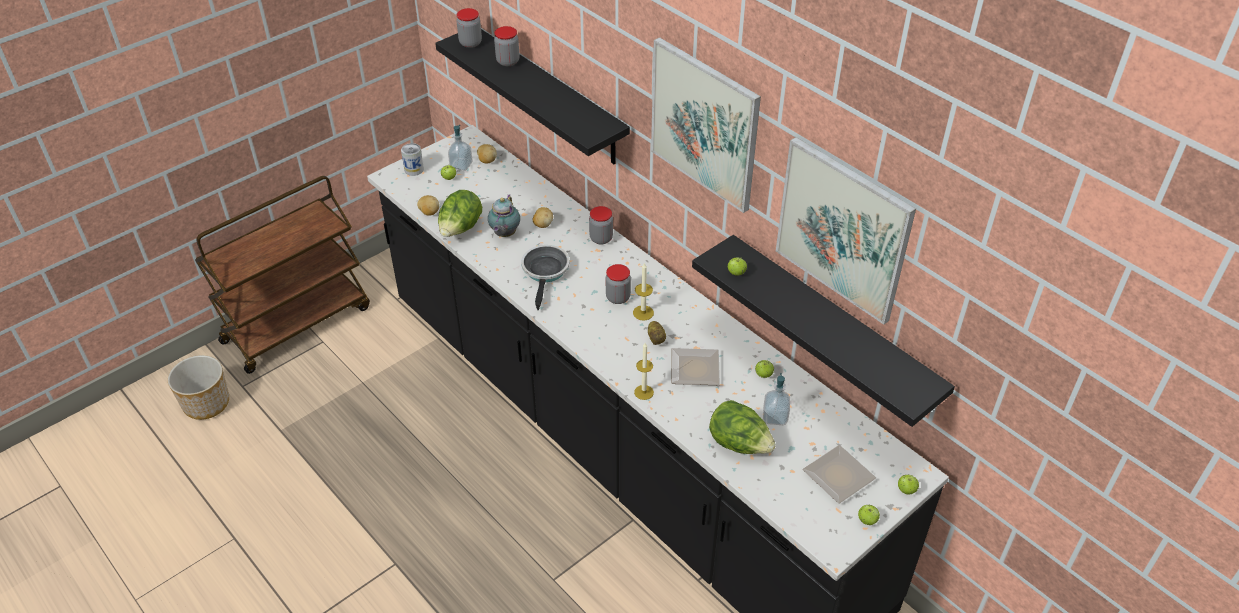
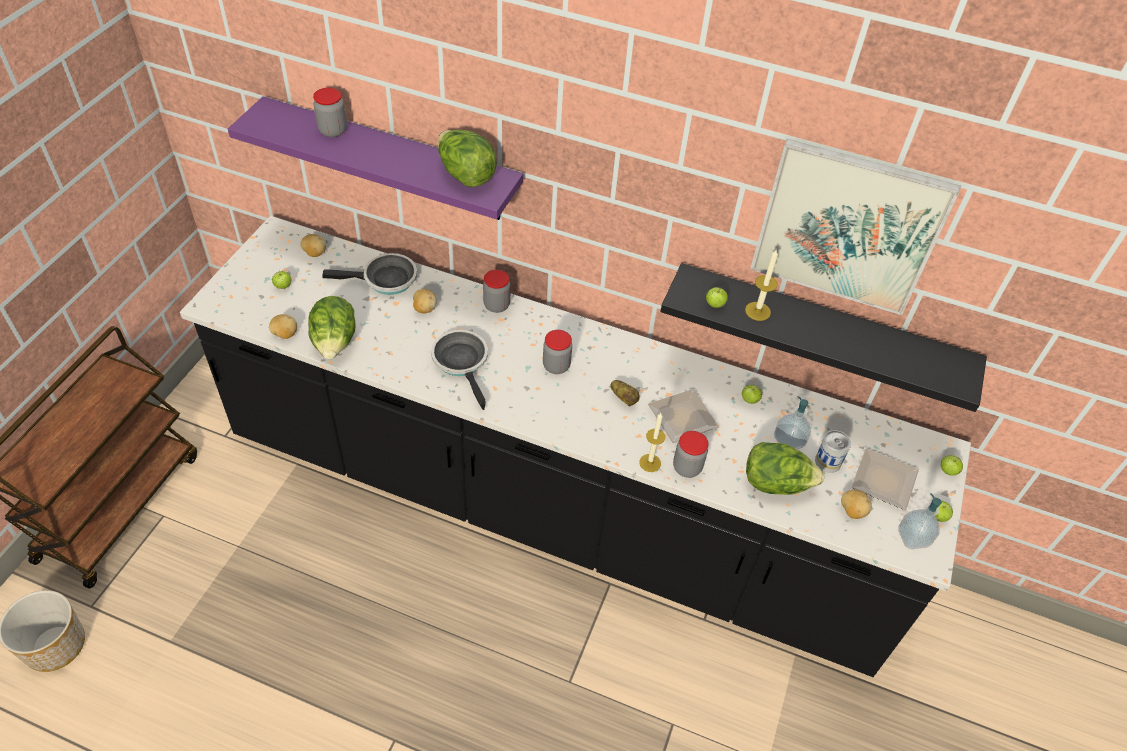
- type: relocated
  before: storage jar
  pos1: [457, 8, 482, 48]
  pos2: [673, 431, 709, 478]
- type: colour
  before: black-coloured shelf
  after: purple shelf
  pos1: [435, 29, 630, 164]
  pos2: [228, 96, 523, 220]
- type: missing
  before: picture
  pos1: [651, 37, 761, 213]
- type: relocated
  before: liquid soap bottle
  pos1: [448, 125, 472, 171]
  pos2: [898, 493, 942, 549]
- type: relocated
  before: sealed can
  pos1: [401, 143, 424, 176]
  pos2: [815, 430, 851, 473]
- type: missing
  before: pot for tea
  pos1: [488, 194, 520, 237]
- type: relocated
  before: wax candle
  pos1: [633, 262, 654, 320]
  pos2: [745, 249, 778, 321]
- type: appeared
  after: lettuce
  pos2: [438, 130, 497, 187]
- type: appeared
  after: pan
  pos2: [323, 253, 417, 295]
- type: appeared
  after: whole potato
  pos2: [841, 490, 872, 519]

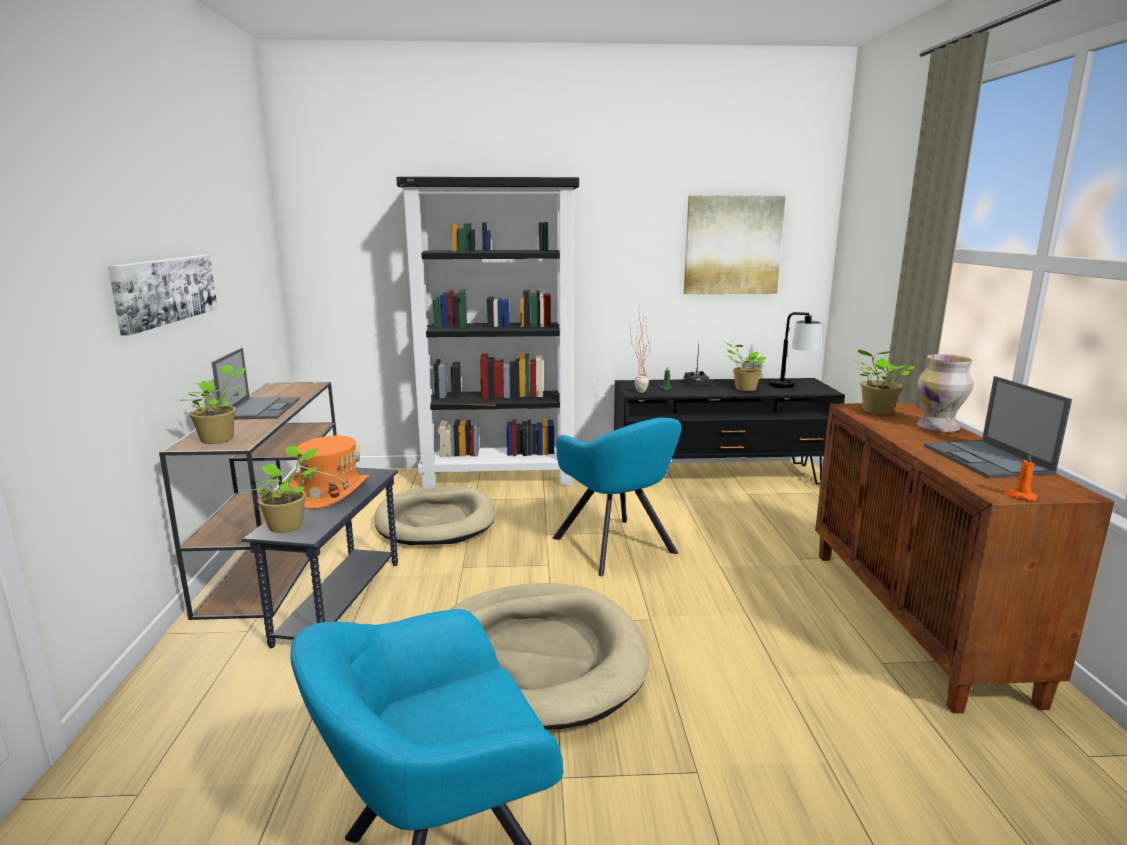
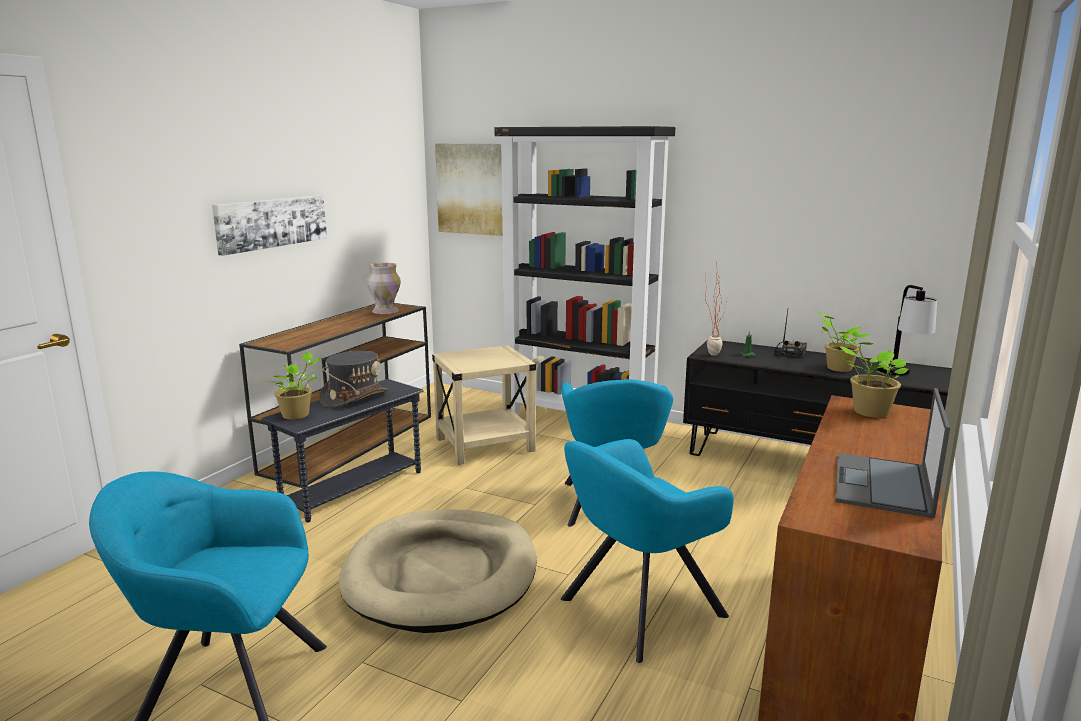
- type: relocated
  before: picture
  pos1: [684, 196, 786, 294]
  pos2: [435, 143, 503, 236]
- type: missing
  before: portable computer
  pos1: [212, 348, 300, 419]
- type: relocated
  before: decorative vase
  pos1: [917, 354, 974, 432]
  pos2: [367, 263, 401, 314]
- type: missing
  before: potted plant
  pos1: [189, 365, 247, 444]
- type: colour
  before: orange-coloured wearable hat
  after: greyish wearable hat
  pos1: [289, 435, 370, 509]
  pos2: [319, 351, 389, 408]
- type: missing
  before: orange-coloured wax candle
  pos1: [1003, 453, 1037, 500]
- type: exchanged
  before: sand-coloured dog cushion
  after: sand-coloured end table
  pos1: [374, 487, 495, 545]
  pos2: [432, 345, 536, 465]
- type: appeared
  after: turquoise-coloured easy chair
  pos2: [561, 439, 734, 663]

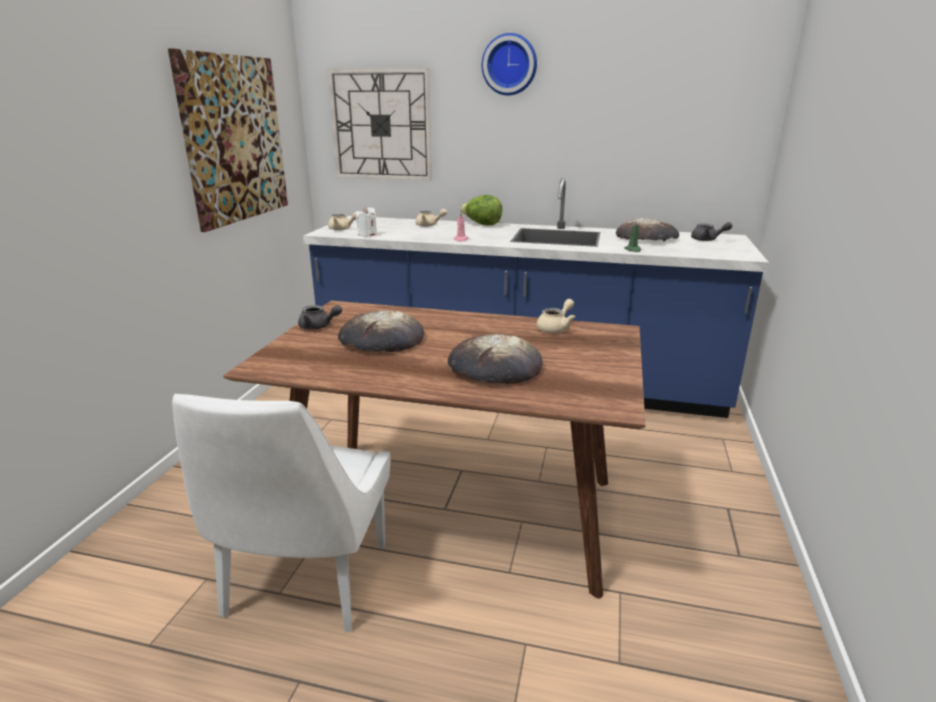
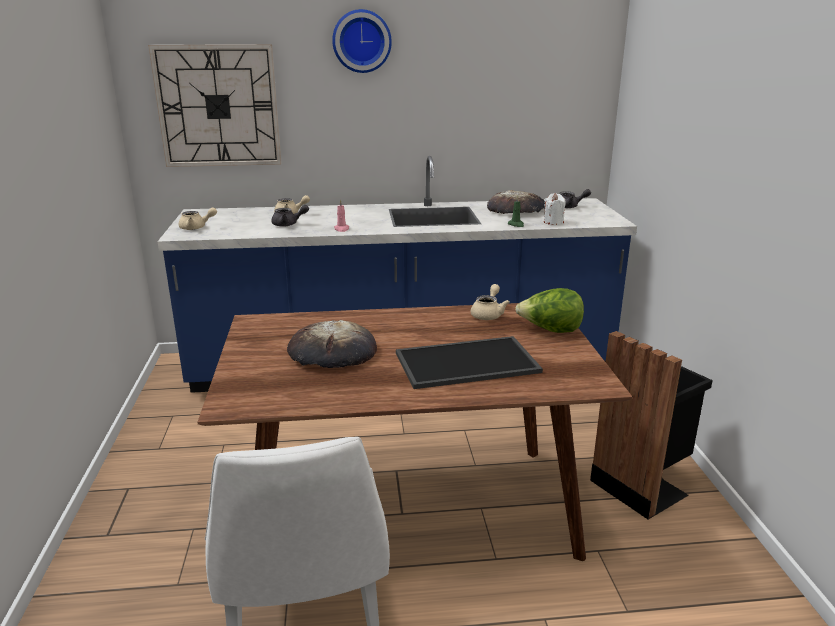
- type: missing
  before: picture
  pos1: [168, 48, 288, 232]
- type: relocated
  before: lettuce
  pos1: [460, 195, 502, 225]
  pos2: [515, 288, 584, 333]
- type: relocated
  before: white-coloured wax candle
  pos1: [356, 207, 377, 236]
  pos2: [544, 193, 565, 225]
- type: relocated
  before: greyish pot for tea
  pos1: [298, 305, 342, 330]
  pos2: [271, 205, 309, 227]
- type: exchanged
  before: baked bread
  after: tray
  pos1: [448, 334, 543, 384]
  pos2: [396, 336, 543, 389]
- type: appeared
  after: black-coloured rubbish bin
  pos2: [590, 331, 713, 519]

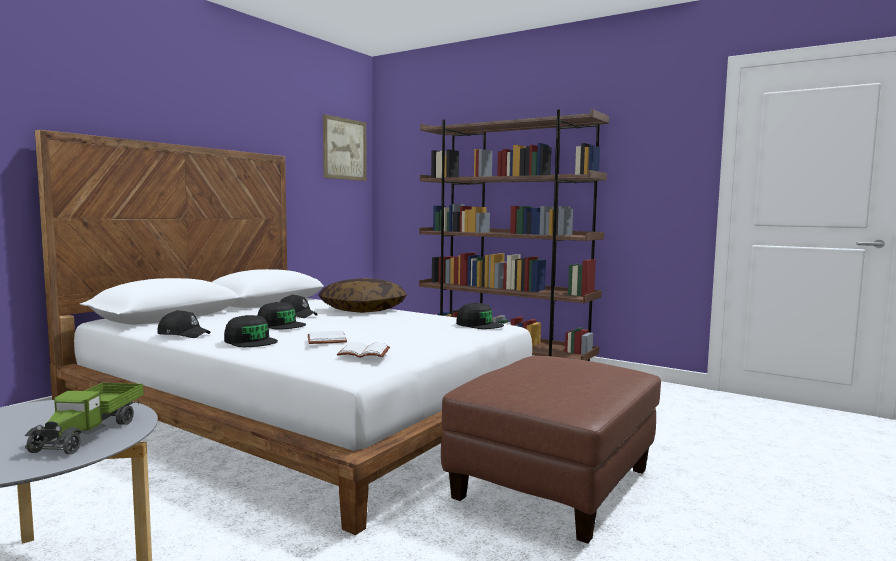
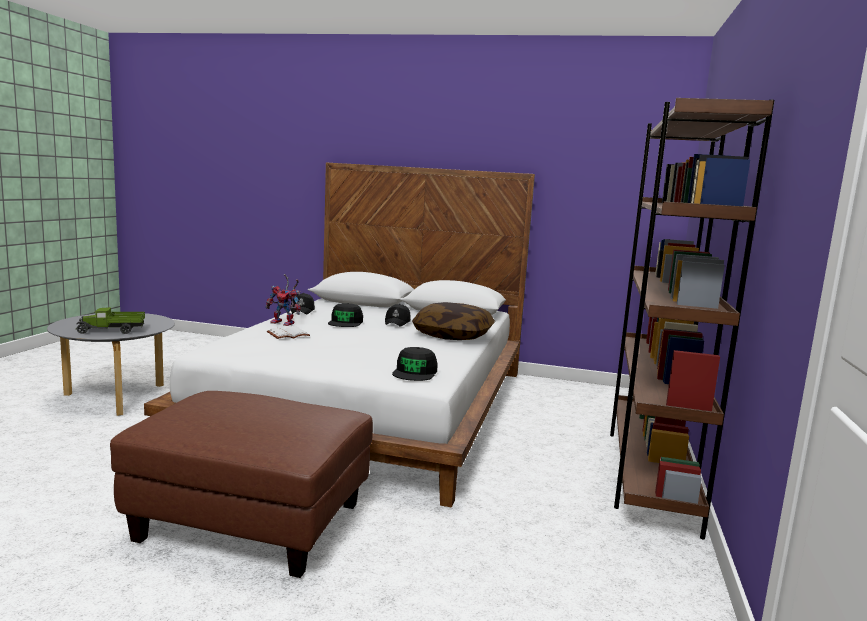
- type: missing
  before: picture
  pos1: [323, 114, 366, 181]
- type: exchanged
  before: black-coloured peaked cap
  after: robot figure
  pos1: [224, 315, 278, 347]
  pos2: [265, 274, 300, 326]
- type: missing
  before: white-coloured book
  pos1: [337, 342, 390, 358]

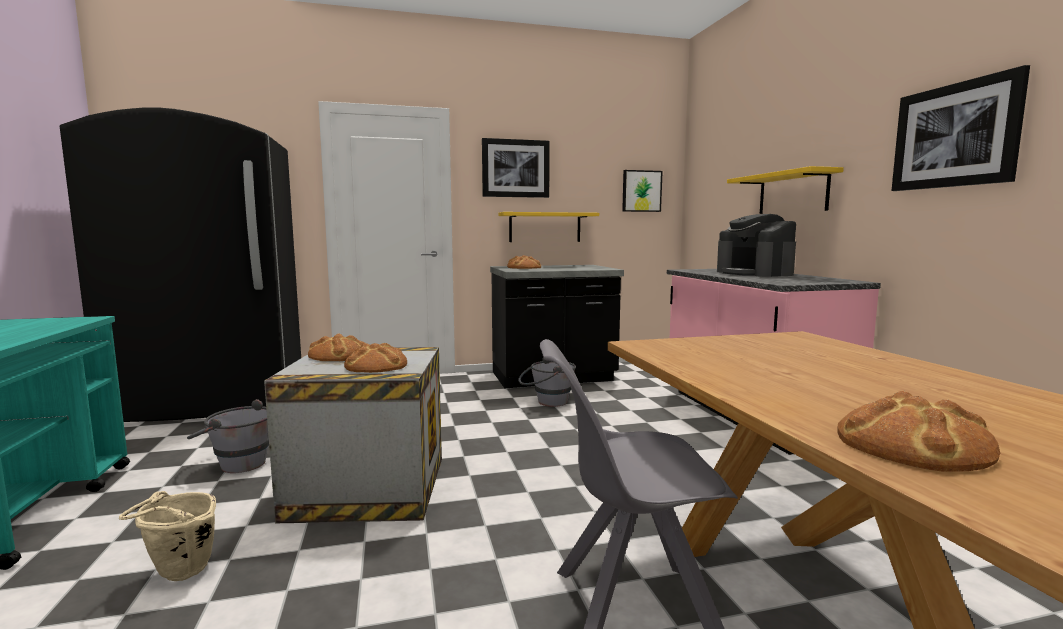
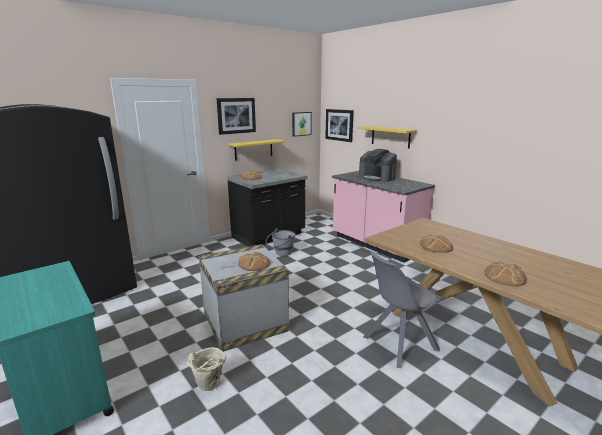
- type: relocated
  before: picture
  pos1: [891, 65, 1030, 191]
  pos2: [325, 109, 354, 142]
- type: relocated
  before: baked bread
  pos1: [308, 333, 365, 361]
  pos2: [420, 235, 453, 253]
- type: missing
  before: greyish water bucket
  pos1: [187, 399, 269, 473]

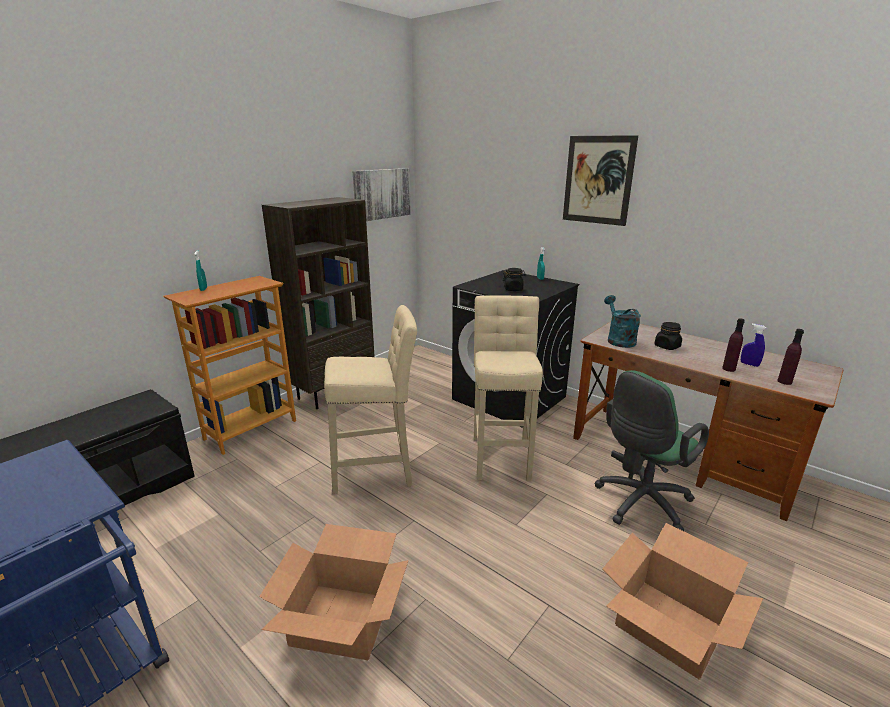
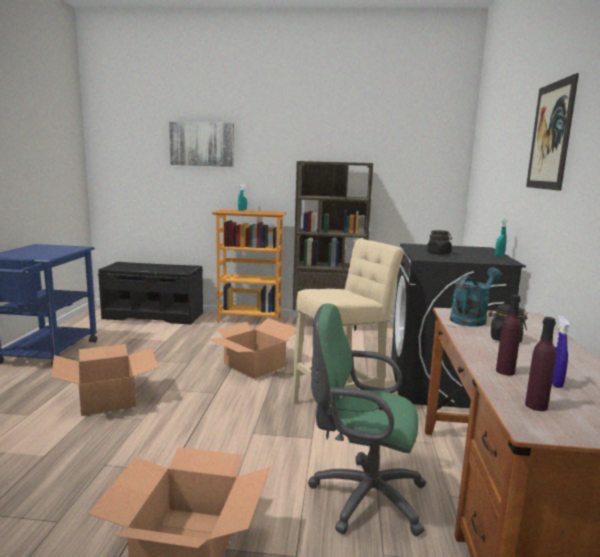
- type: relocated
  before: picture
  pos1: [353, 168, 411, 221]
  pos2: [169, 122, 234, 167]
- type: exchanged
  before: sand-coloured stool
  after: cardboard box
  pos1: [324, 305, 417, 494]
  pos2: [209, 318, 296, 379]

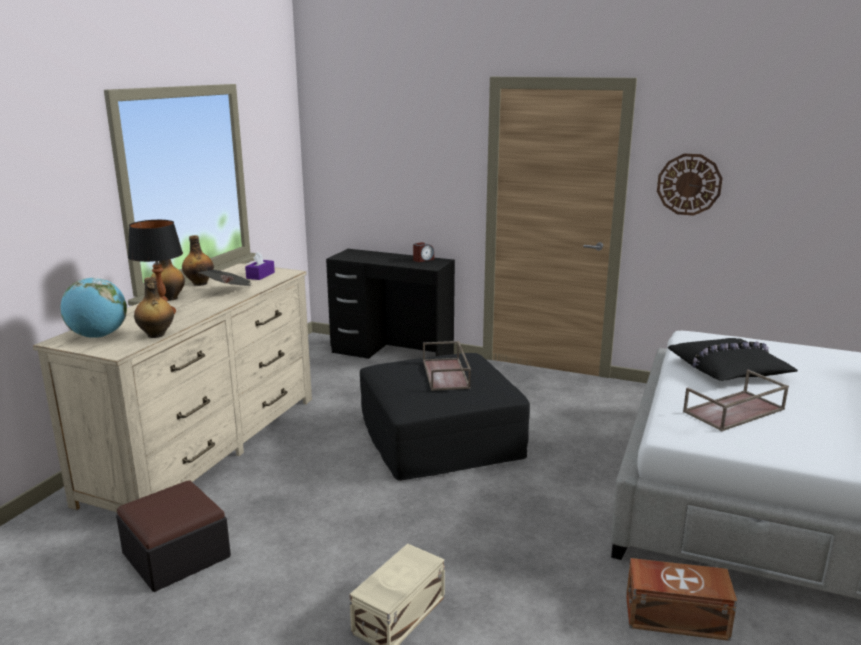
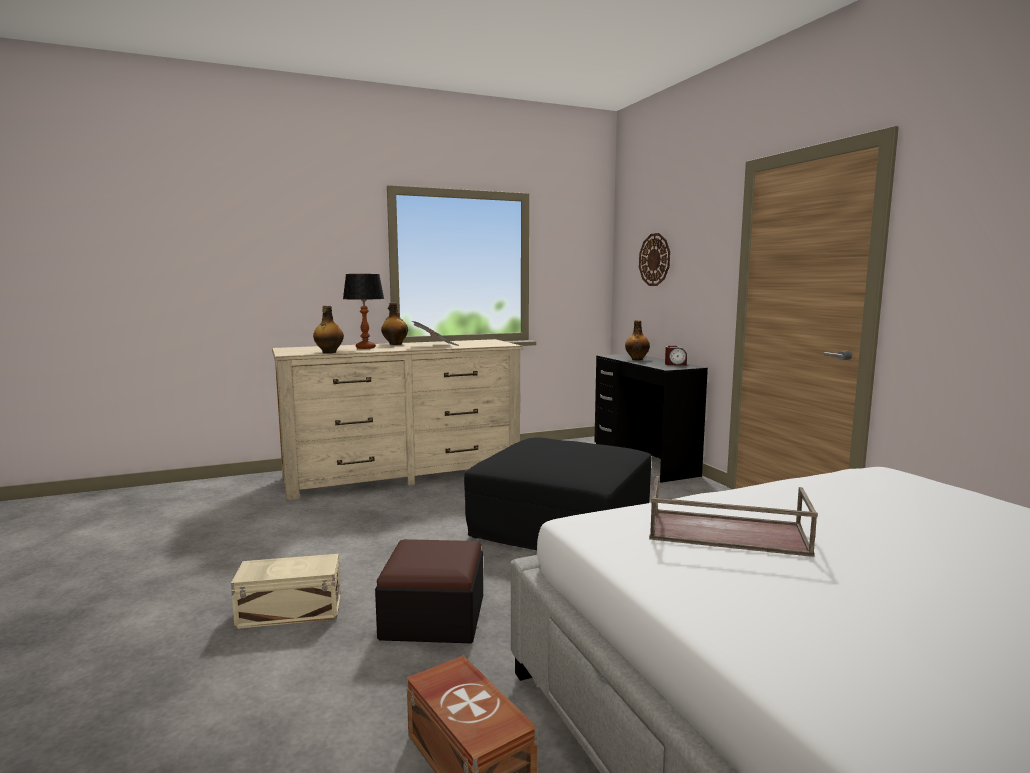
- type: relocated
  before: hanging clock
  pos1: [657, 154, 723, 216]
  pos2: [639, 233, 670, 286]
- type: relocated
  before: drink bottle
  pos1: [182, 235, 214, 286]
  pos2: [625, 320, 650, 360]
- type: missing
  before: purple box of tissues
  pos1: [245, 252, 275, 280]
- type: missing
  before: desk globe
  pos1: [60, 278, 127, 338]
- type: missing
  before: black-coloured pillow
  pos1: [668, 338, 798, 381]
- type: missing
  before: brown tray
  pos1: [423, 341, 471, 391]
- type: relocated
  before: footrest
  pos1: [116, 480, 231, 592]
  pos2: [375, 539, 483, 643]

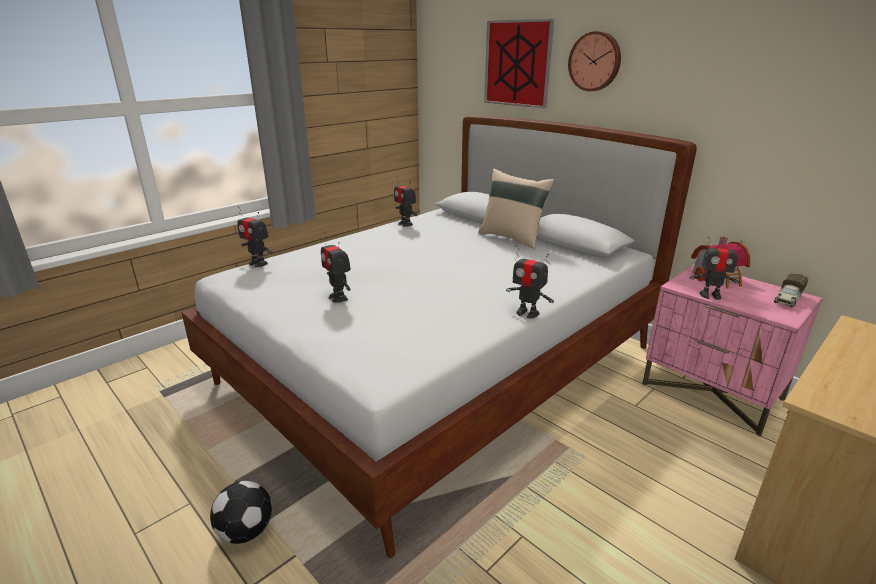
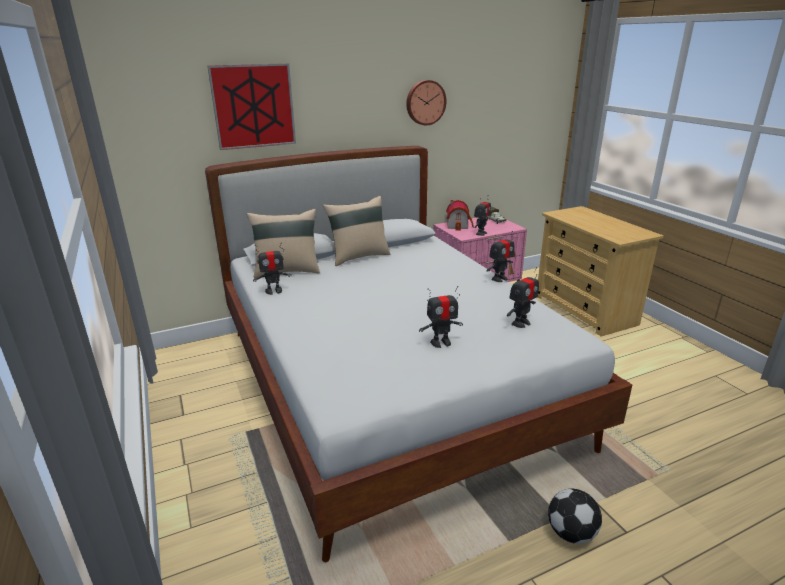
- type: relocated
  before: hanging clock
  pos1: [568, 31, 621, 91]
  pos2: [406, 80, 446, 125]
- type: relocated
  before: robot figure
  pos1: [237, 206, 273, 267]
  pos2: [507, 267, 539, 328]
- type: appeared
  after: sand-coloured pillow
  pos2: [247, 209, 320, 278]

